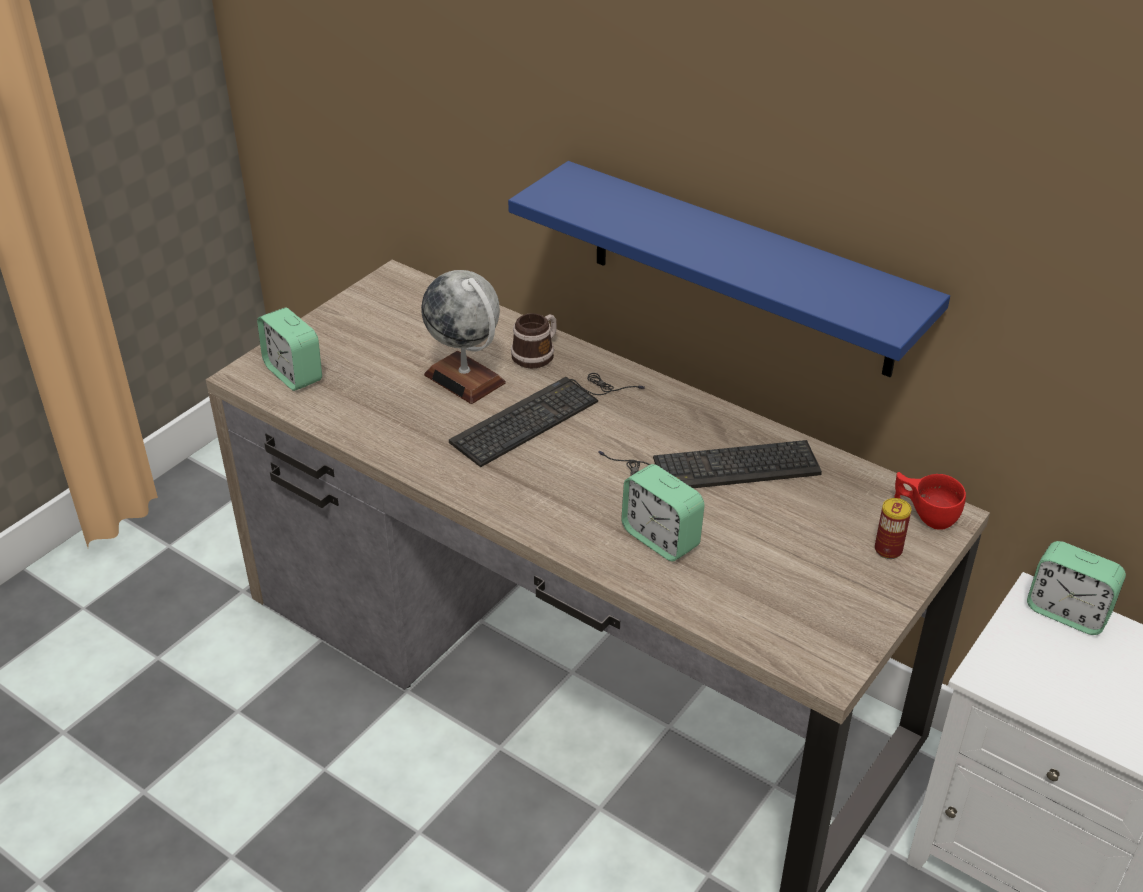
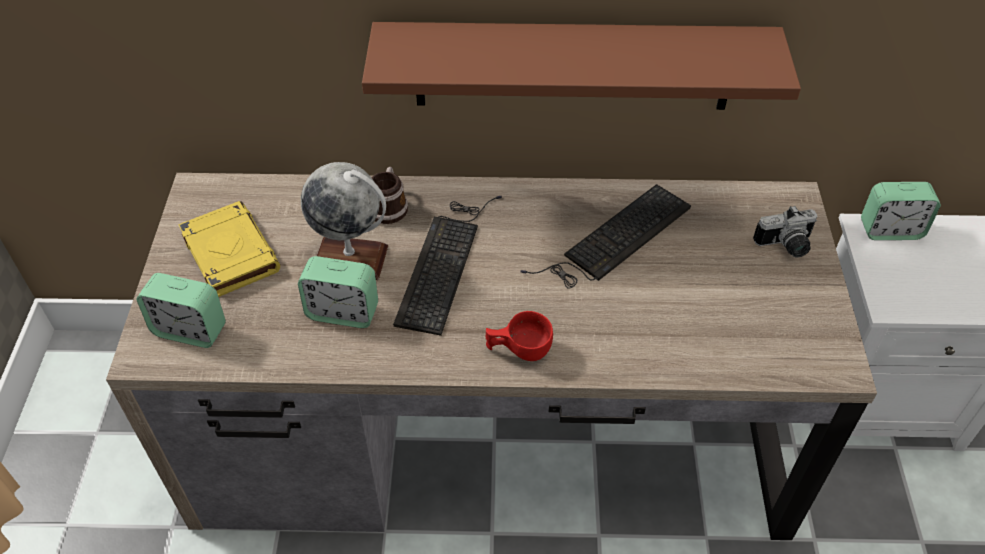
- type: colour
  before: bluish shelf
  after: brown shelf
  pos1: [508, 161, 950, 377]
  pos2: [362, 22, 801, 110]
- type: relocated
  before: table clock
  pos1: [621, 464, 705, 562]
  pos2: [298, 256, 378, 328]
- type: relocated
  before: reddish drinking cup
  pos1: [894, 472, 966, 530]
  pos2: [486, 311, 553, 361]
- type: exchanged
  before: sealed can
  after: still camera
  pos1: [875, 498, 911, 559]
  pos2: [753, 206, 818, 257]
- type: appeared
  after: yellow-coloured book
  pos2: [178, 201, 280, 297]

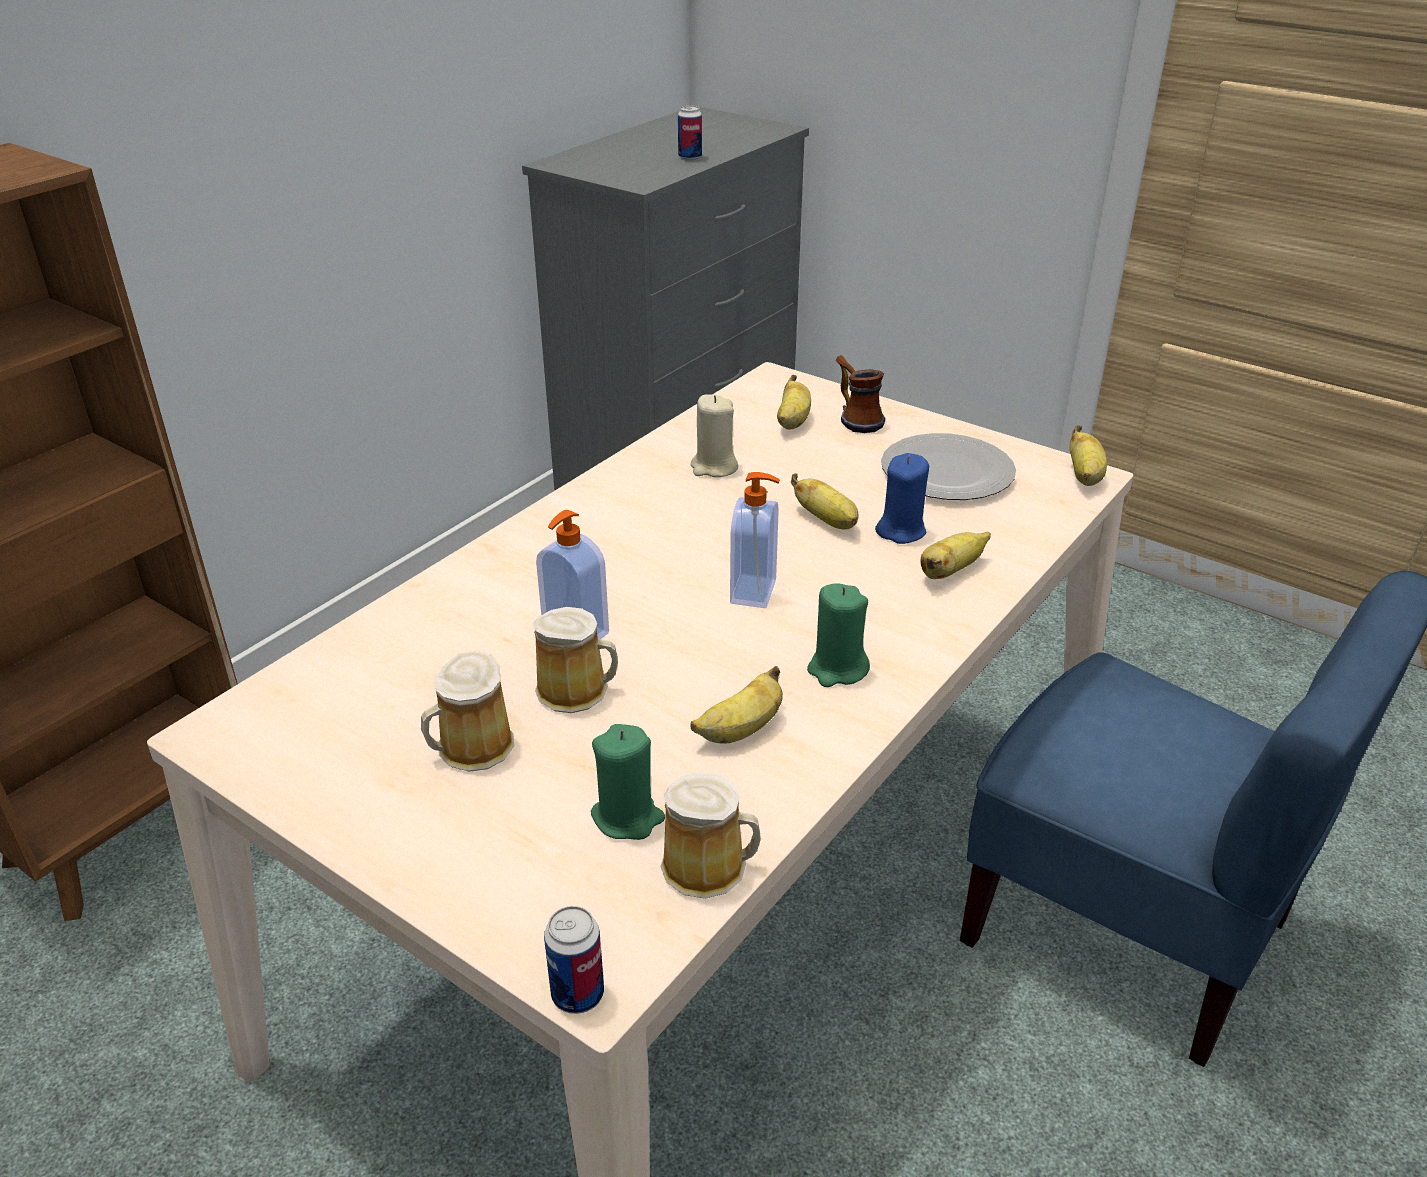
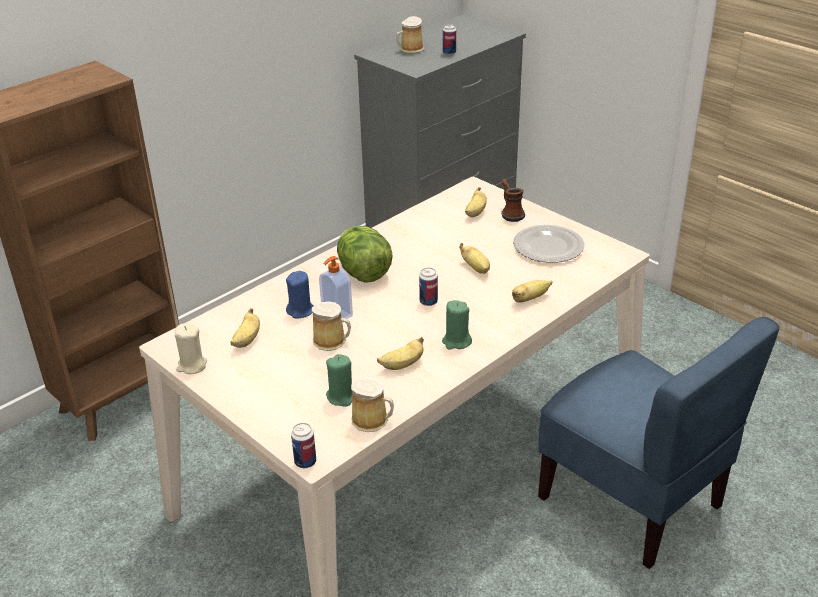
- type: relocated
  before: sand-coloured wax candle
  pos1: [690, 395, 738, 477]
  pos2: [175, 324, 207, 374]
- type: relocated
  before: banana fruit
  pos1: [1070, 425, 1107, 486]
  pos2: [230, 308, 260, 348]
- type: relocated
  before: bluish wax candle
  pos1: [875, 453, 929, 544]
  pos2: [286, 271, 314, 318]
- type: exchanged
  before: liquid soap bottle
  after: sealed can
  pos1: [730, 472, 780, 608]
  pos2: [419, 268, 438, 306]
- type: relocated
  before: mug
  pos1: [421, 651, 514, 772]
  pos2: [396, 16, 424, 54]
- type: appeared
  after: lettuce
  pos2: [337, 226, 392, 283]

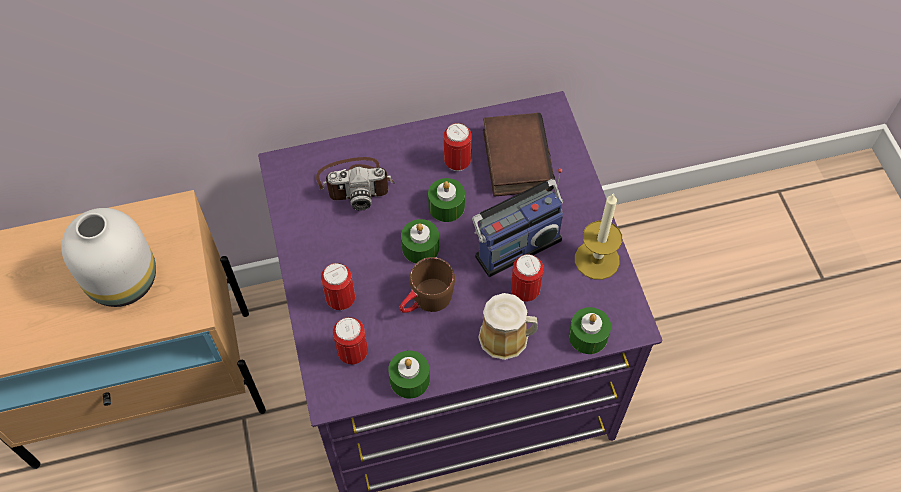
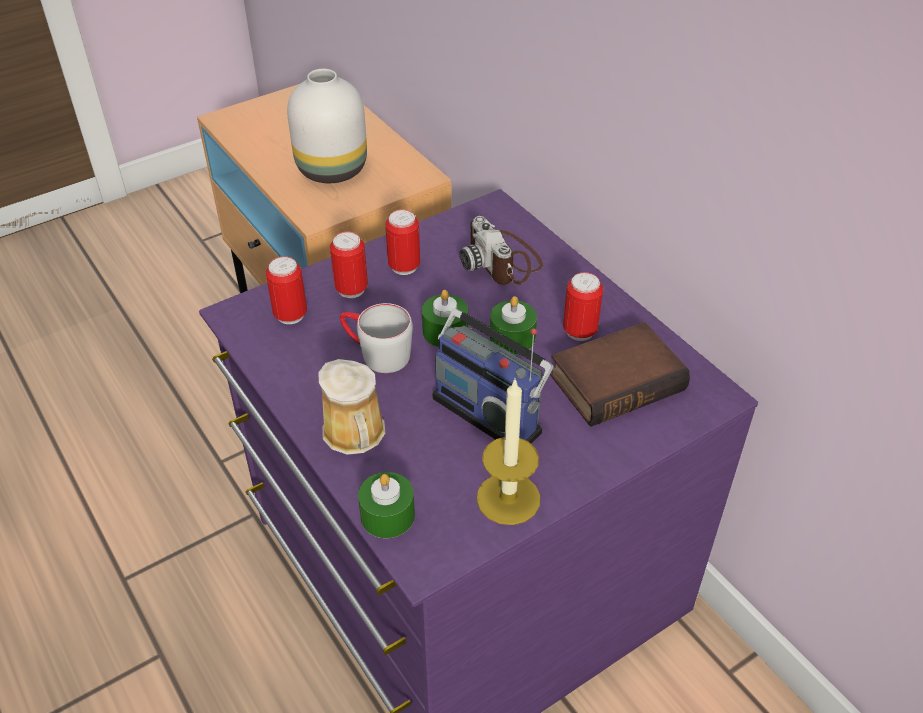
- type: relocated
  before: sealed can
  pos1: [511, 254, 544, 302]
  pos2: [385, 209, 420, 275]
- type: colour
  before: brown mug
  after: greyish mug
  pos1: [399, 257, 455, 313]
  pos2: [340, 303, 413, 373]
- type: missing
  before: green-coloured wax candle
  pos1: [388, 351, 430, 399]

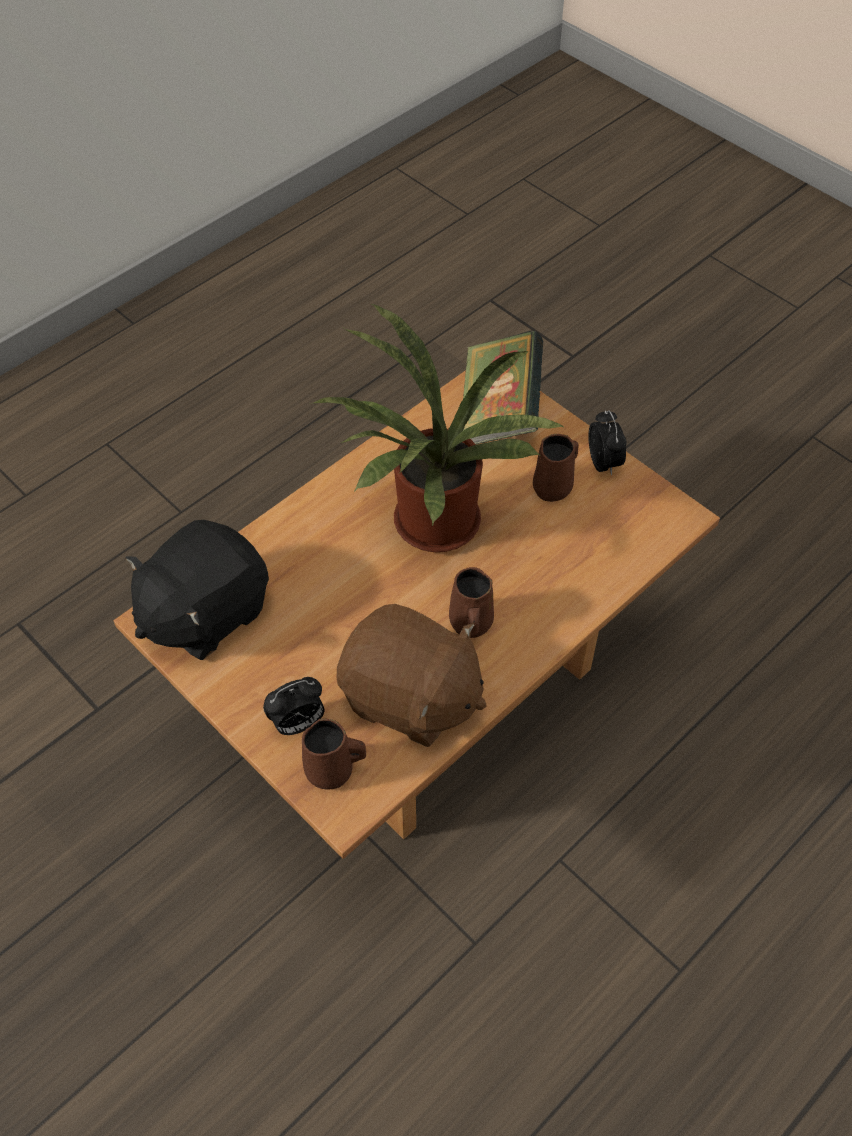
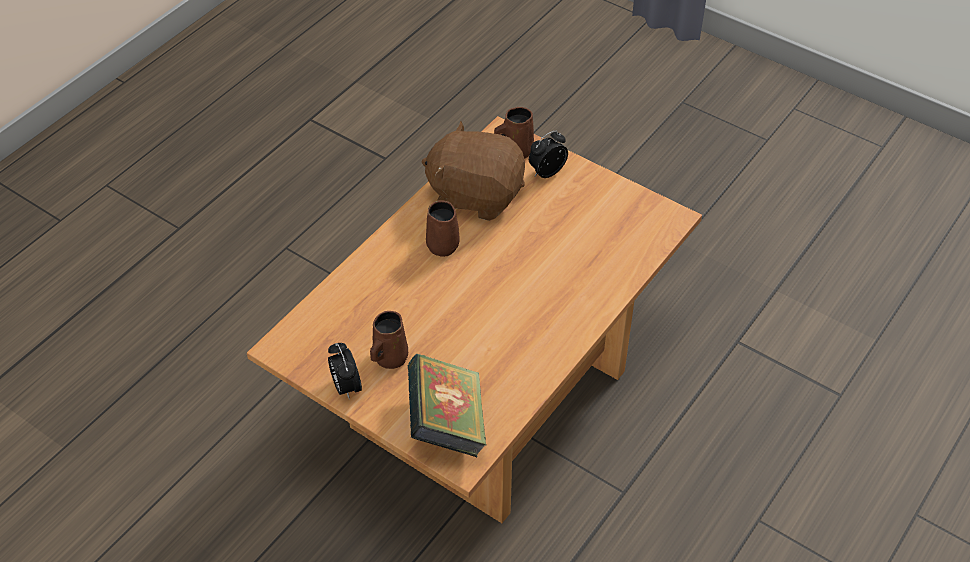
- type: missing
  before: potted plant
  pos1: [313, 304, 565, 552]
- type: missing
  before: black-coloured soft toy
  pos1: [125, 520, 269, 660]

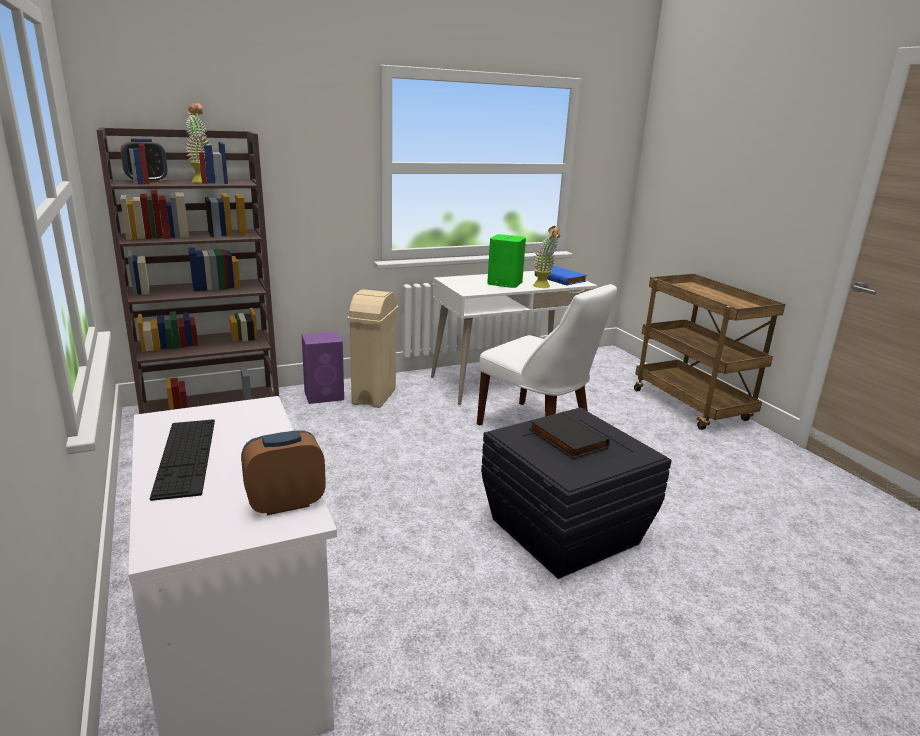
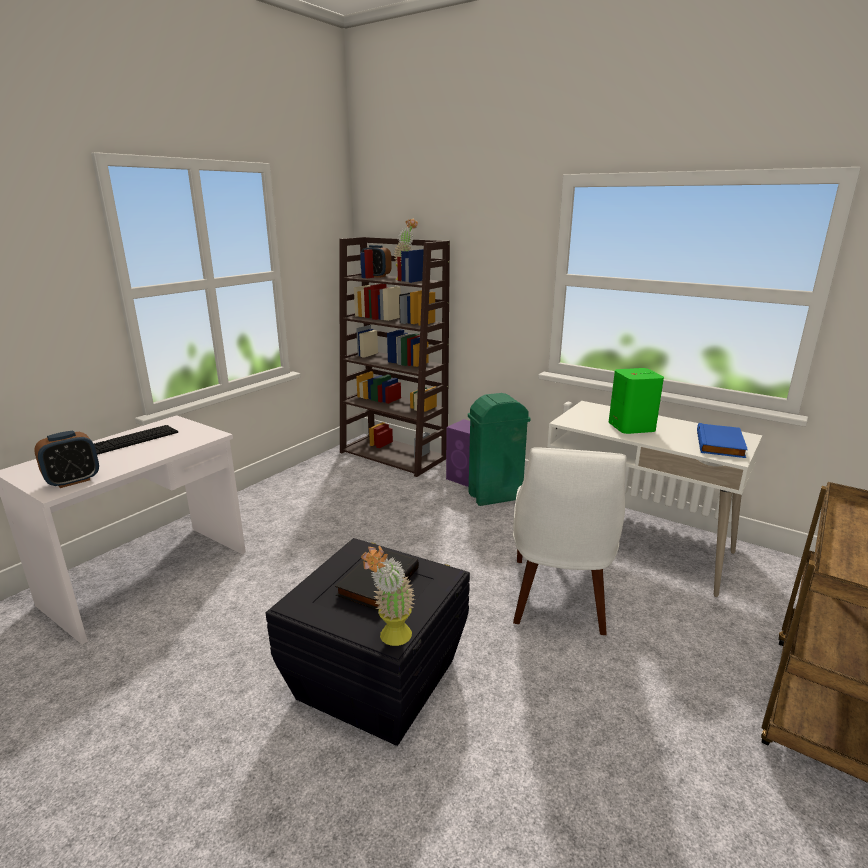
- type: relocated
  before: potted plant
  pos1: [533, 226, 561, 288]
  pos2: [361, 546, 415, 646]
- type: colour
  before: sand-coloured rubbish bin
  after: green-coloured rubbish bin
  pos1: [347, 289, 398, 408]
  pos2: [468, 393, 531, 506]
- type: spun
  before: table clock
  pos1: [241, 430, 326, 515]
  pos2: [34, 431, 99, 488]
  turn: 105

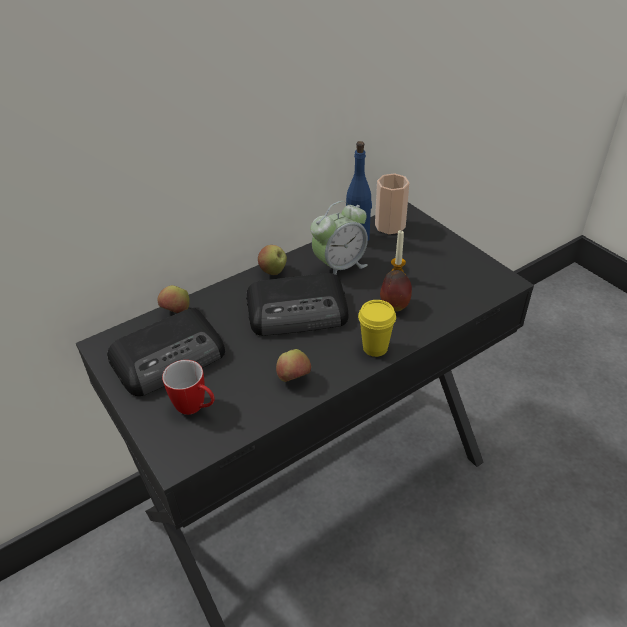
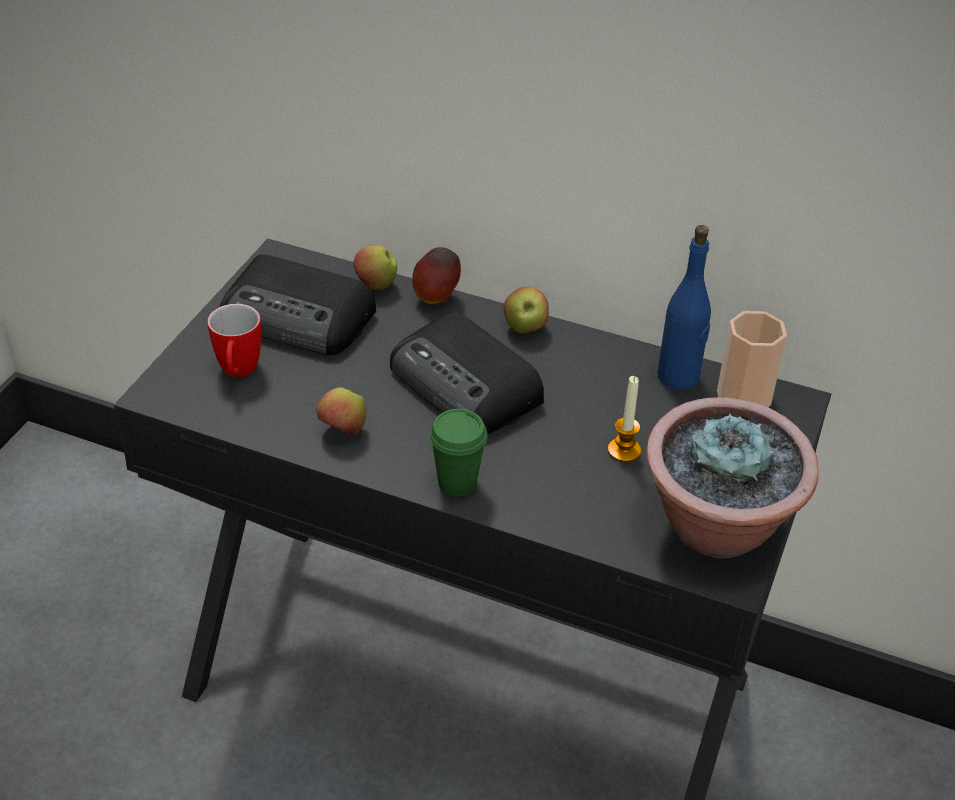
- type: missing
  before: table clock
  pos1: [311, 201, 368, 275]
- type: relocated
  before: apple fruit
  pos1: [380, 270, 412, 312]
  pos2: [412, 247, 461, 304]
- type: colour
  before: yellow-coloured drinking cup
  after: green-coloured drinking cup
  pos1: [358, 300, 396, 357]
  pos2: [429, 409, 488, 497]
- type: appeared
  after: potted plant
  pos2: [646, 397, 819, 558]

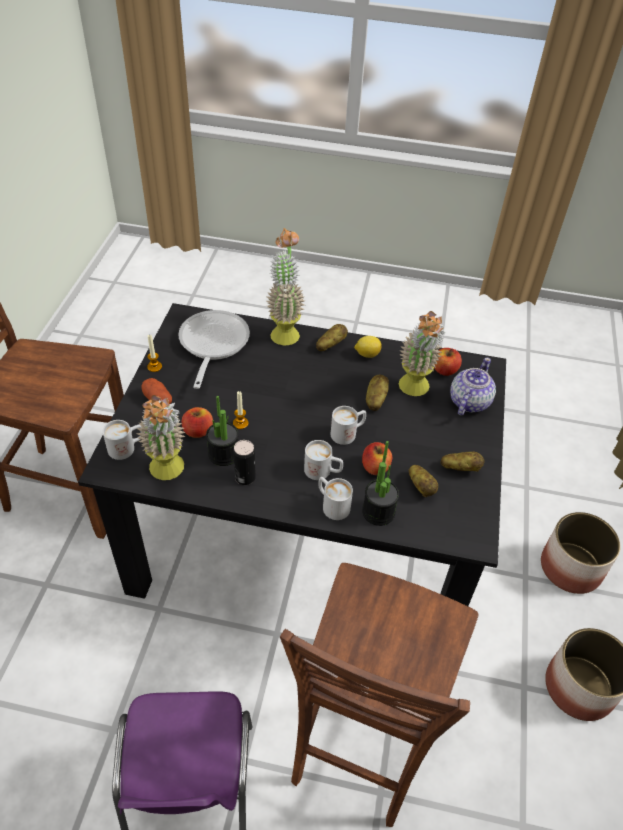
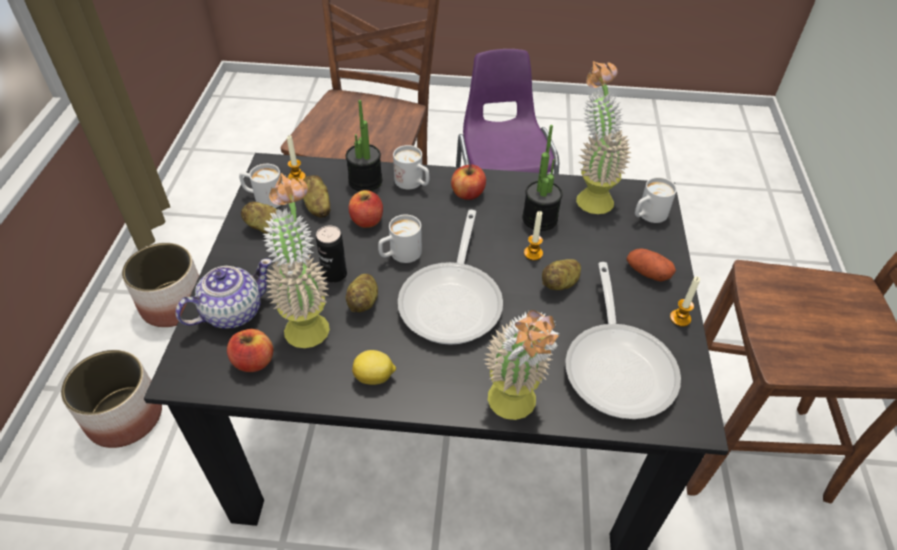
- type: relocated
  before: whole potato
  pos1: [316, 324, 348, 351]
  pos2: [542, 259, 581, 290]
- type: spun
  before: pot for tea
  pos1: [450, 357, 496, 415]
  pos2: [175, 259, 272, 329]
  turn: -150
- type: relocated
  before: apple fruit
  pos1: [181, 407, 213, 438]
  pos2: [451, 164, 486, 200]
- type: relocated
  before: sealed can
  pos1: [233, 440, 256, 485]
  pos2: [316, 225, 347, 283]
- type: relocated
  before: white-coloured mug
  pos1: [304, 440, 343, 480]
  pos2: [239, 164, 283, 208]
- type: appeared
  after: wax candle
  pos2: [287, 135, 306, 182]
- type: appeared
  after: pan
  pos2: [398, 210, 503, 345]

